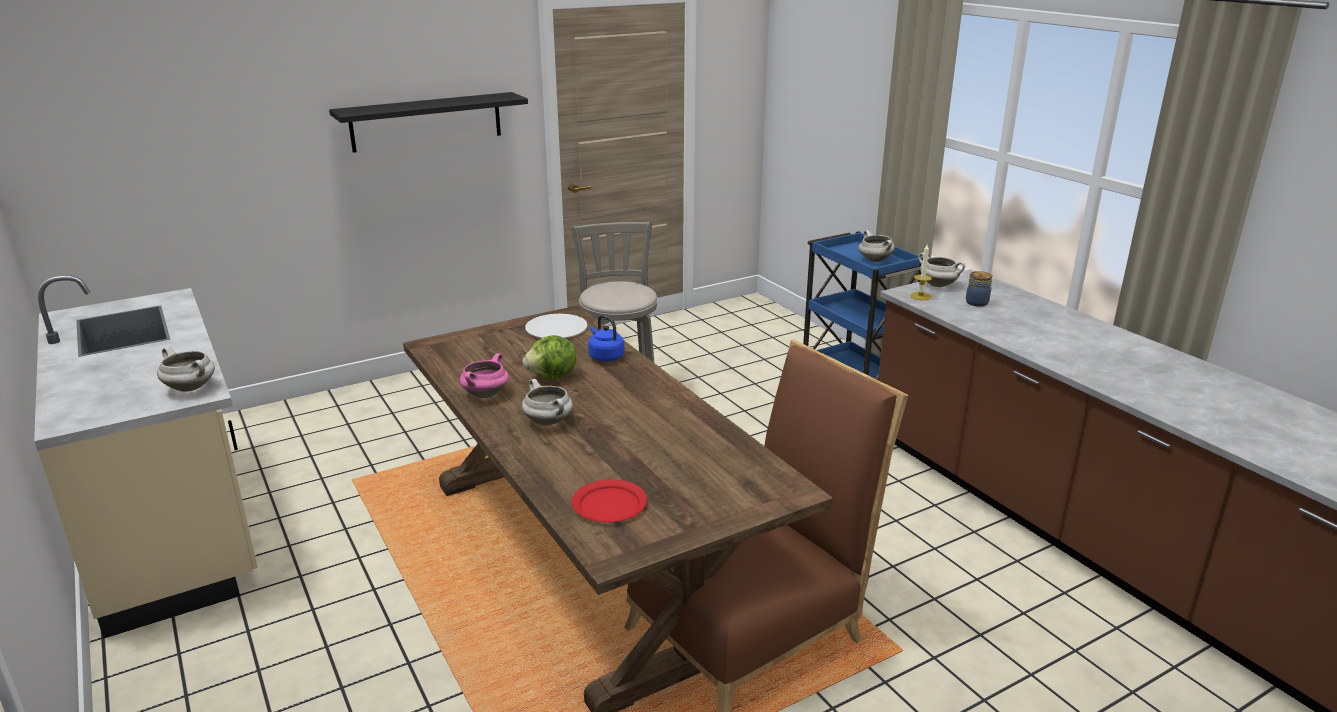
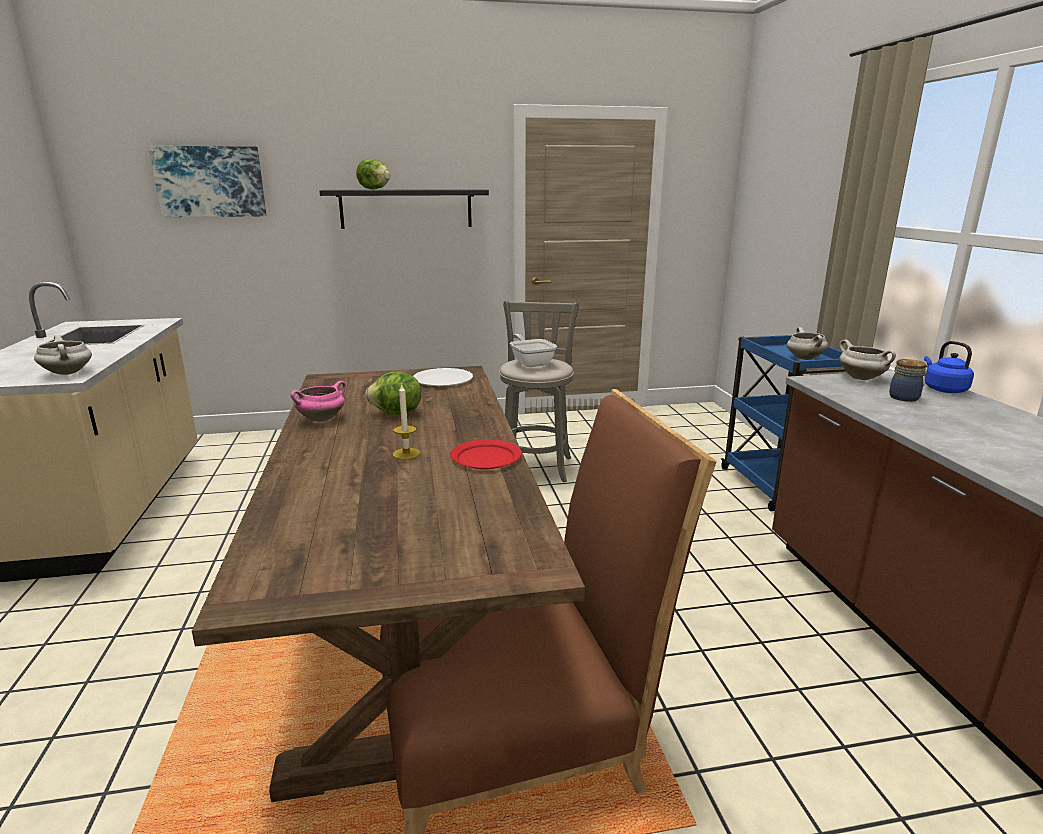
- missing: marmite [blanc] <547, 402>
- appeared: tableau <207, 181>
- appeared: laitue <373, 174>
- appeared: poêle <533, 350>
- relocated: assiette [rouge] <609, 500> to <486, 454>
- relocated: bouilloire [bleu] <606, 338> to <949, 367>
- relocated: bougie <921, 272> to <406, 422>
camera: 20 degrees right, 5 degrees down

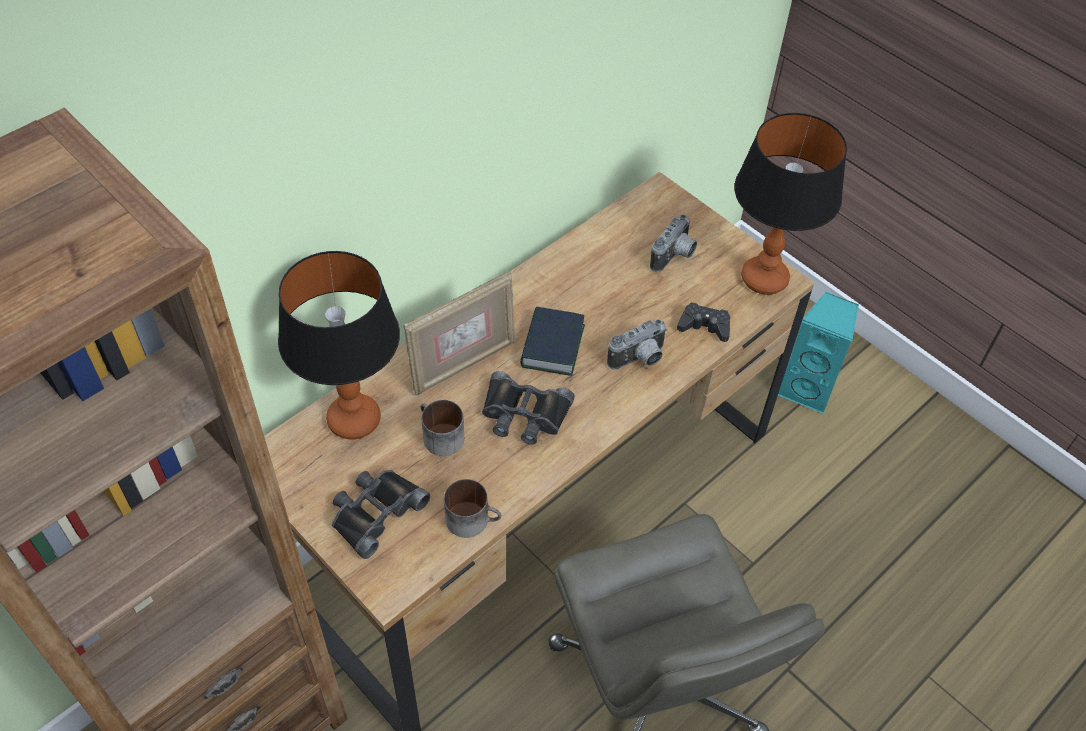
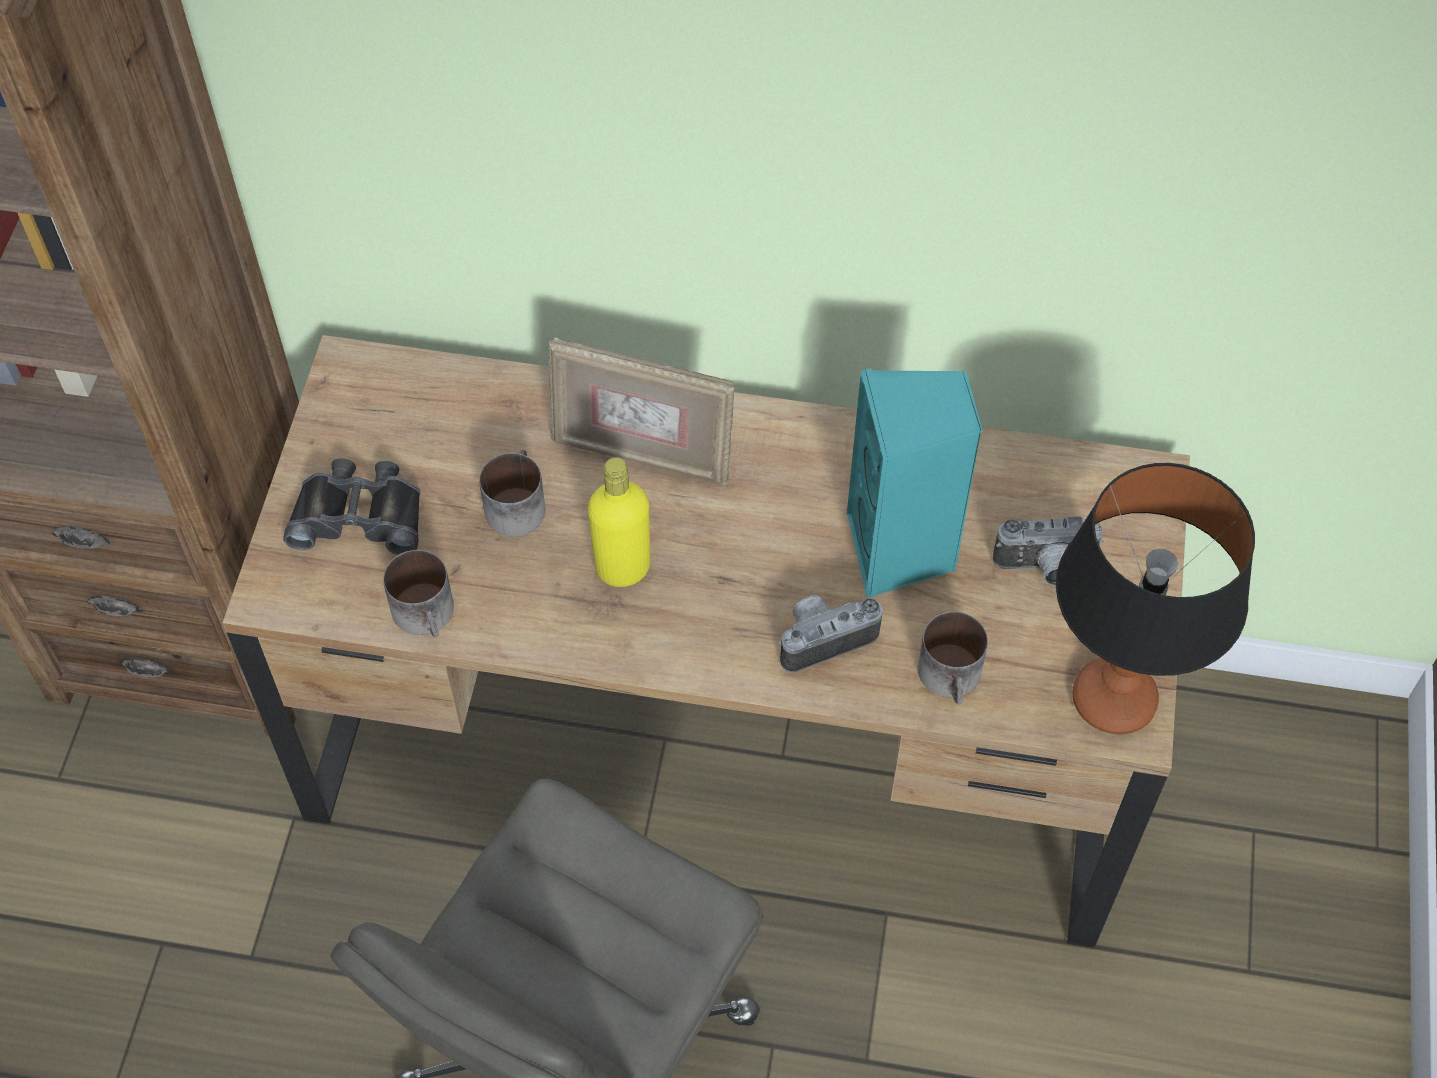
- missing: lampe de table <339, 345>
- missing: livre <552, 341>
- relocated: enceinte [turquoise] <818, 353> to <915, 483>
- exchanged: jumelles [noir] <528, 408> to bouteille [jaune] <619, 522>
- exchanged: manette [noir] <703, 322> to mug <953, 657>
- spun: appareil photo <637, 344> = <830, 633> 135 degrees clockwise
camera: 55 degrees right, 5 degrees up

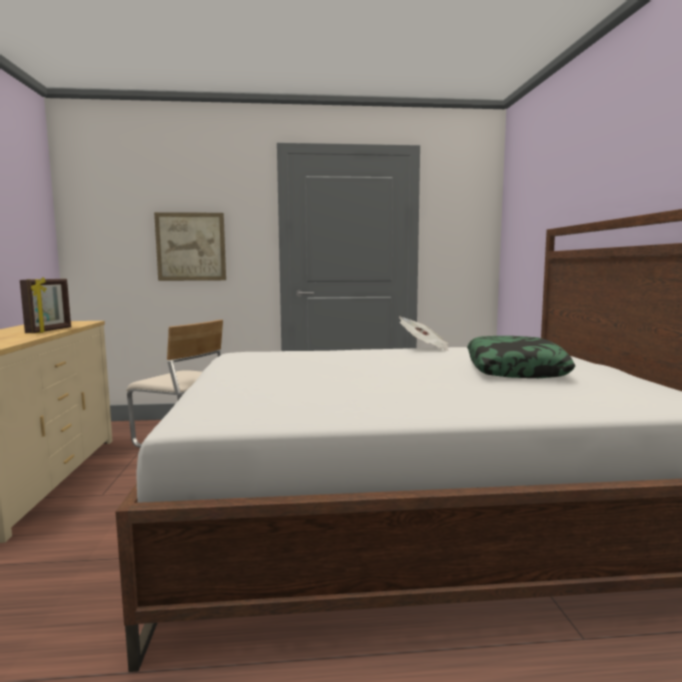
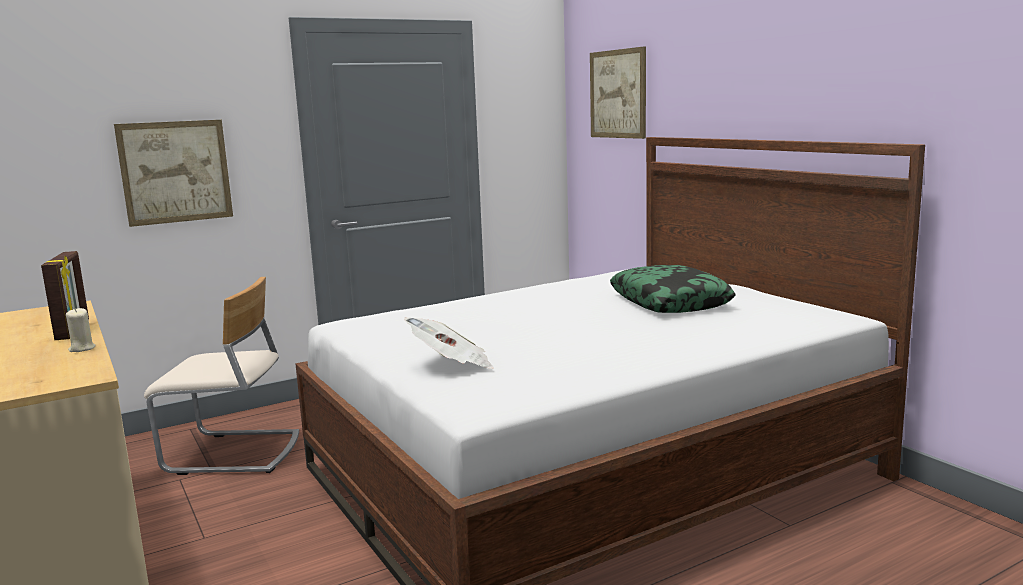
- appeared: bougie [beige] <80, 330>
- appeared: tableau <618, 93>
- relocated: journal <424, 334> to <449, 343>
camera: 25 degrees left, 5 degrees up

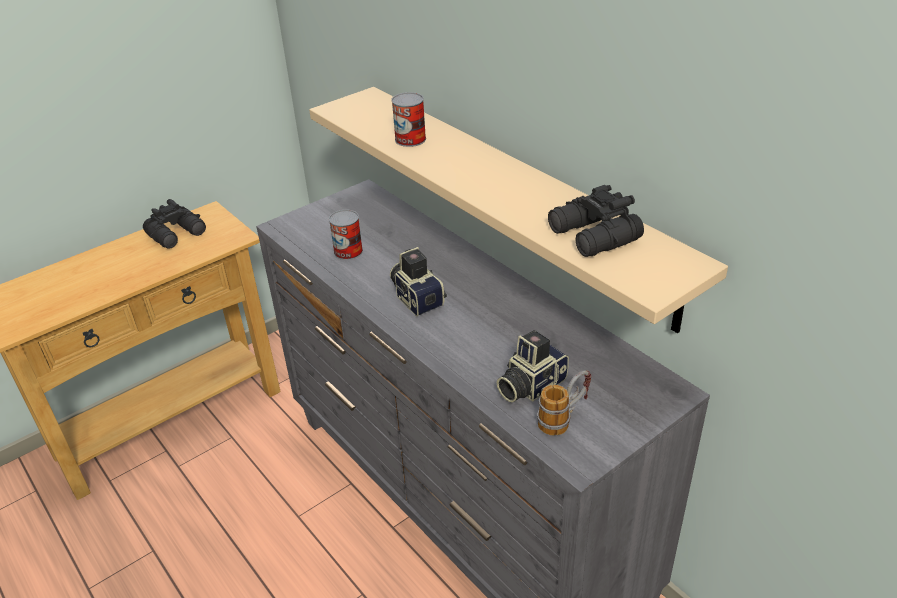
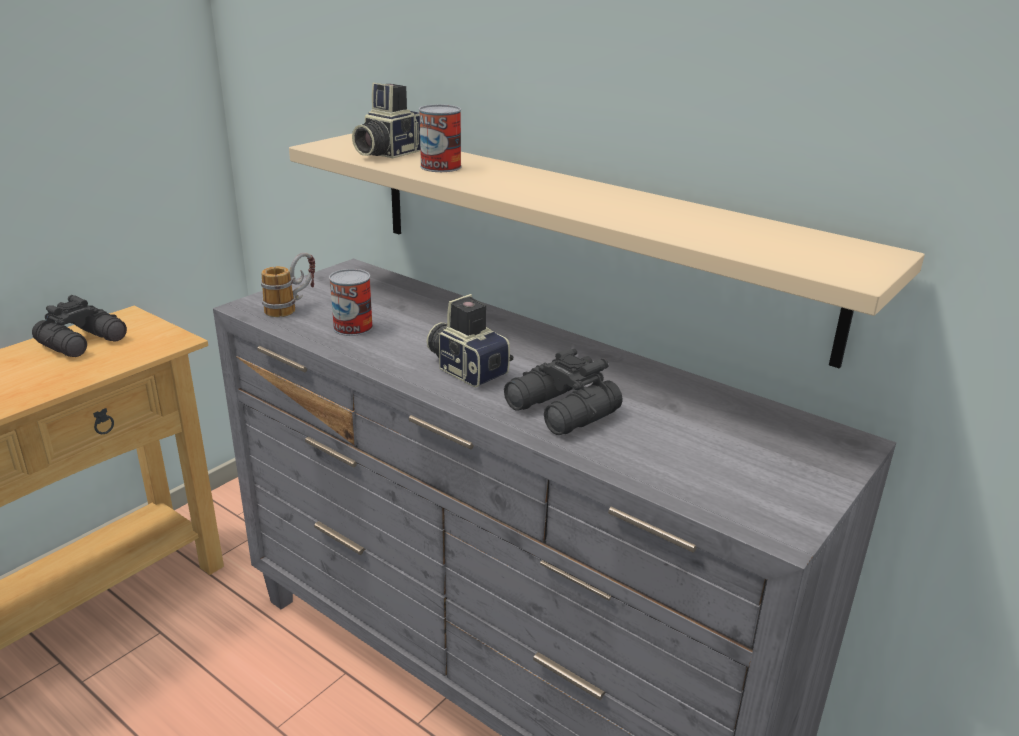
- relocated: appareil photo <533, 366> to <386, 120>
- relocated: mug <564, 403> to <288, 284>
- relocated: jumelles [noir] <596, 221> to <563, 391>
camera: 15 degrees left, 10 degrees down

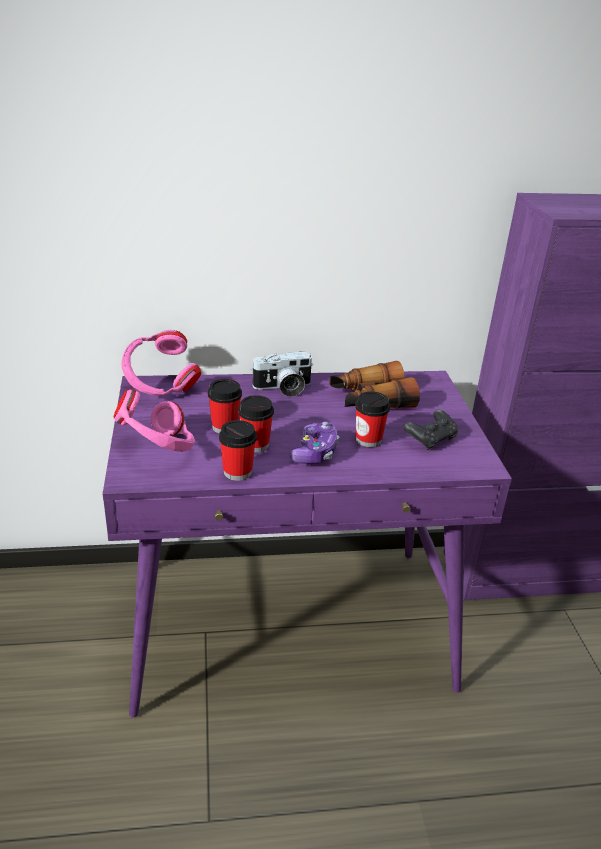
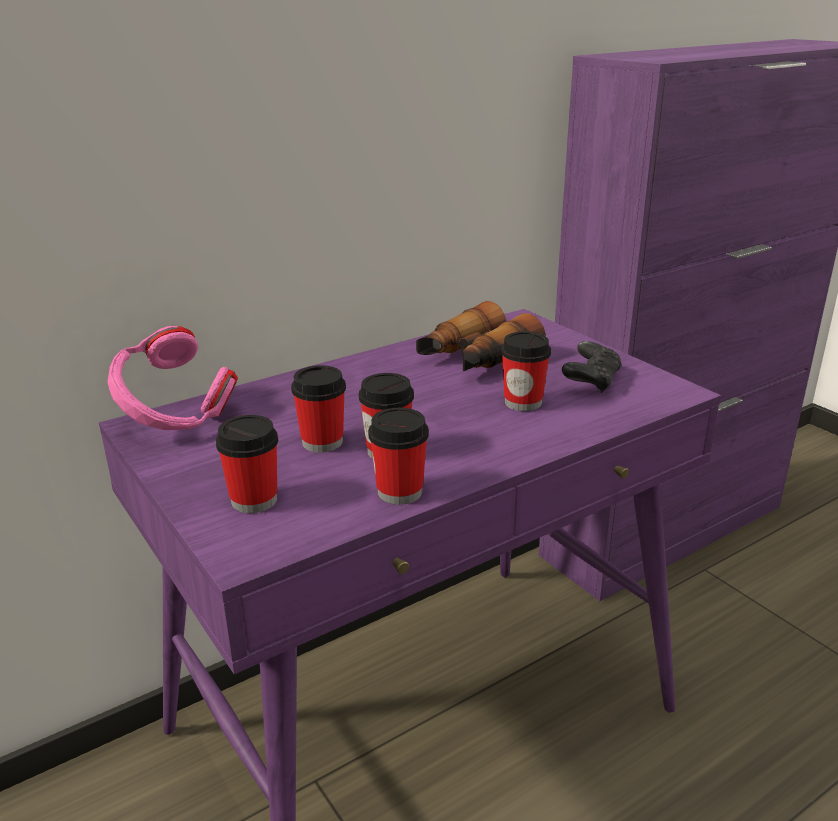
- missing: appareil photo <282, 374>
- missing: manette <314, 443>
- exchanged: casque audio [rose] <154, 420> to tasse <247, 464>
camera: 25 degrees left, 5 degrees down

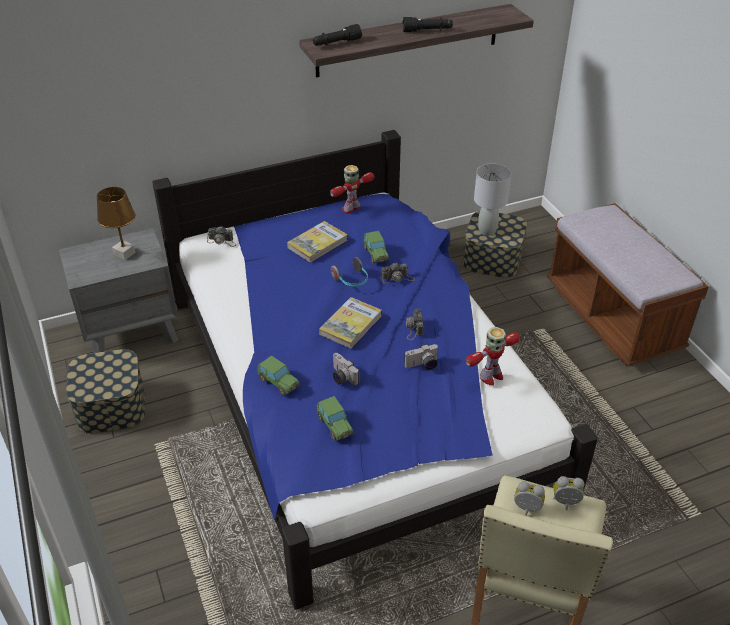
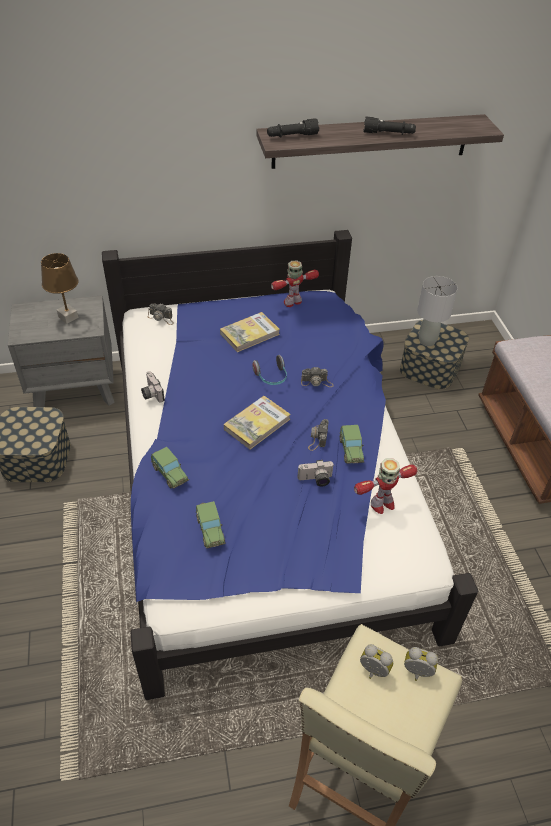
- relocated: appareil photo <346, 369> to <153, 387>
- relocated: petite voiture <376, 247> to <352, 444>
camera: 10 degrees right, 5 degrees up

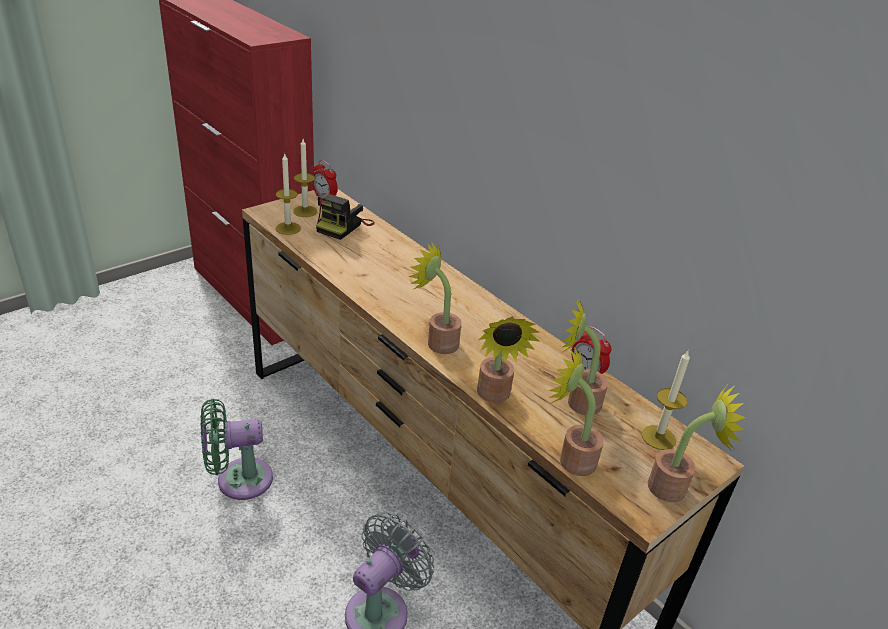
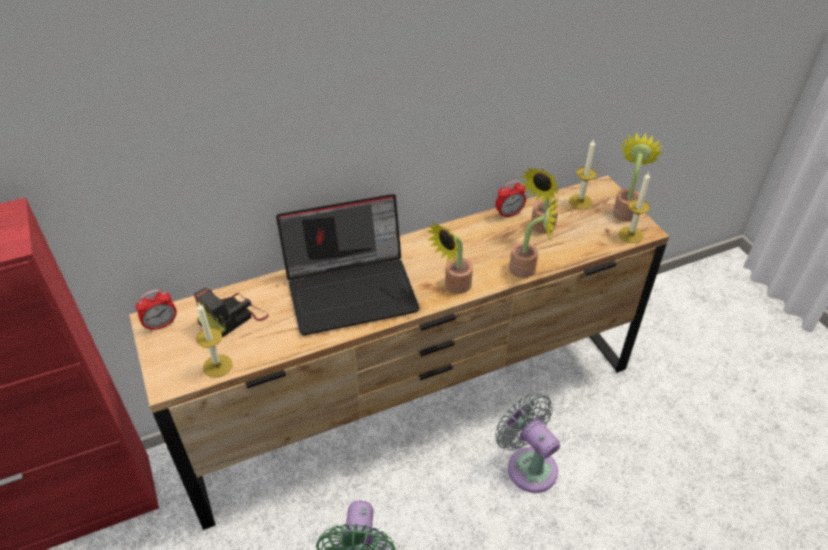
- missing: plante en pot <576, 411>
- appeared: ordinateur portable <348, 264>
- relocated: bougie <305, 178> to <634, 207>
- spun: appareil photo <345, 216> = <231, 312> 90 degrees clockwise
camera: 70 degrees left, 10 degrees up

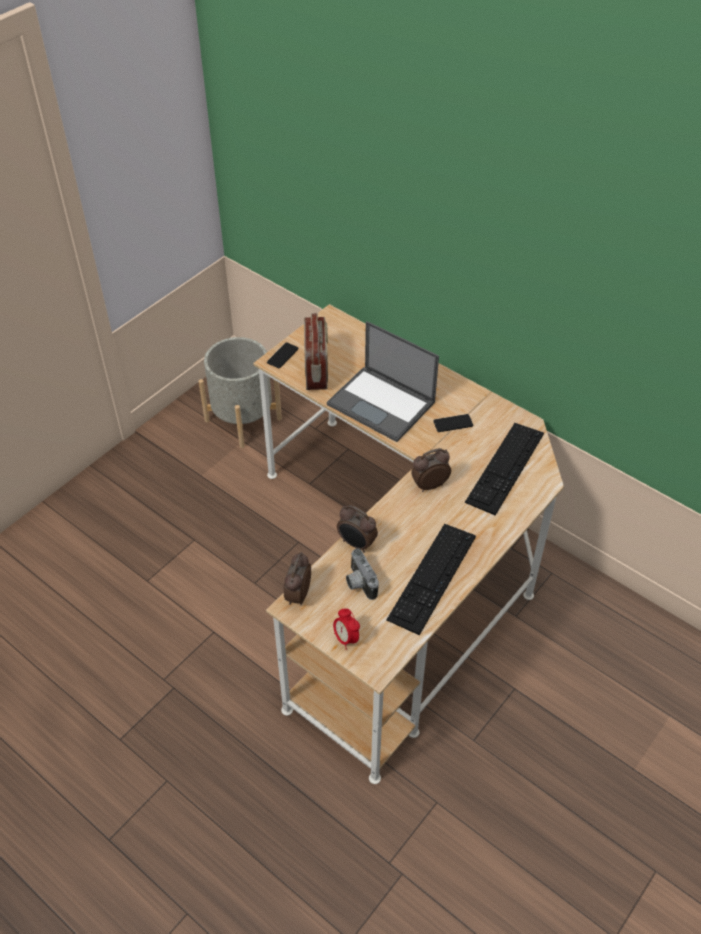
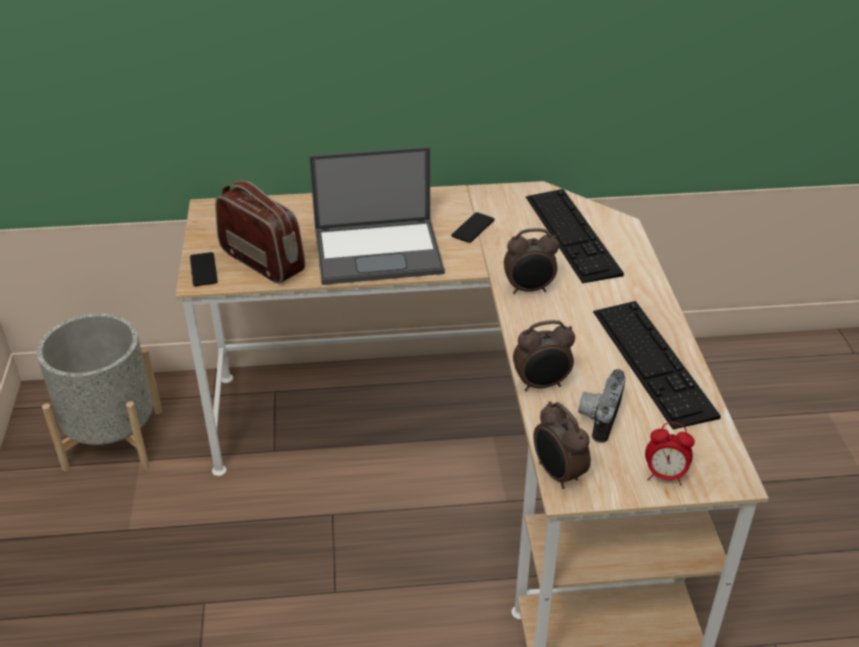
- spun: appareil photo <362, 574> = <602, 406> 90 degrees clockwise
- spun: réveil <431, 470> = <531, 261> 120 degrees counterclockwise
camera: 45 degrees left, 10 degrees down

